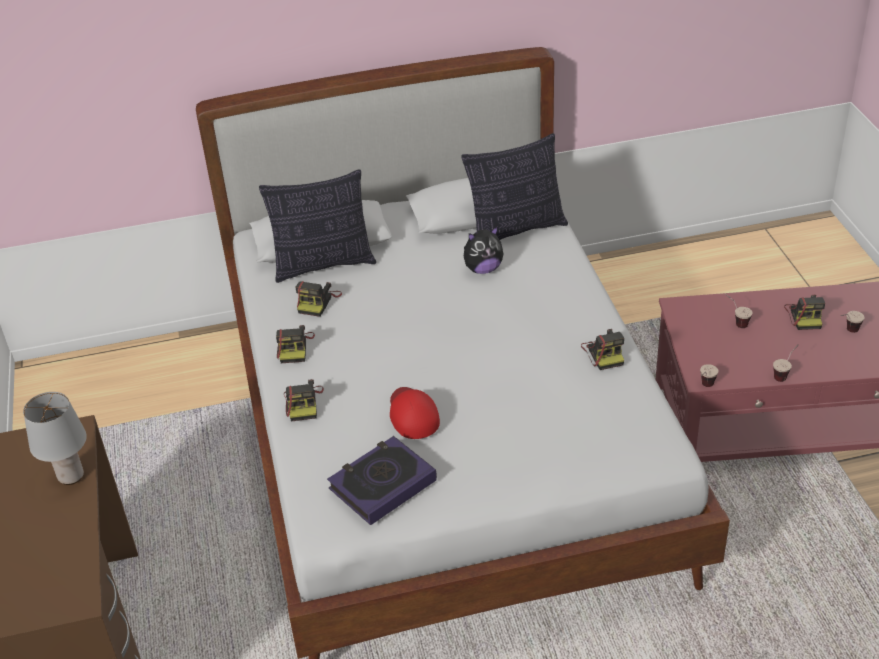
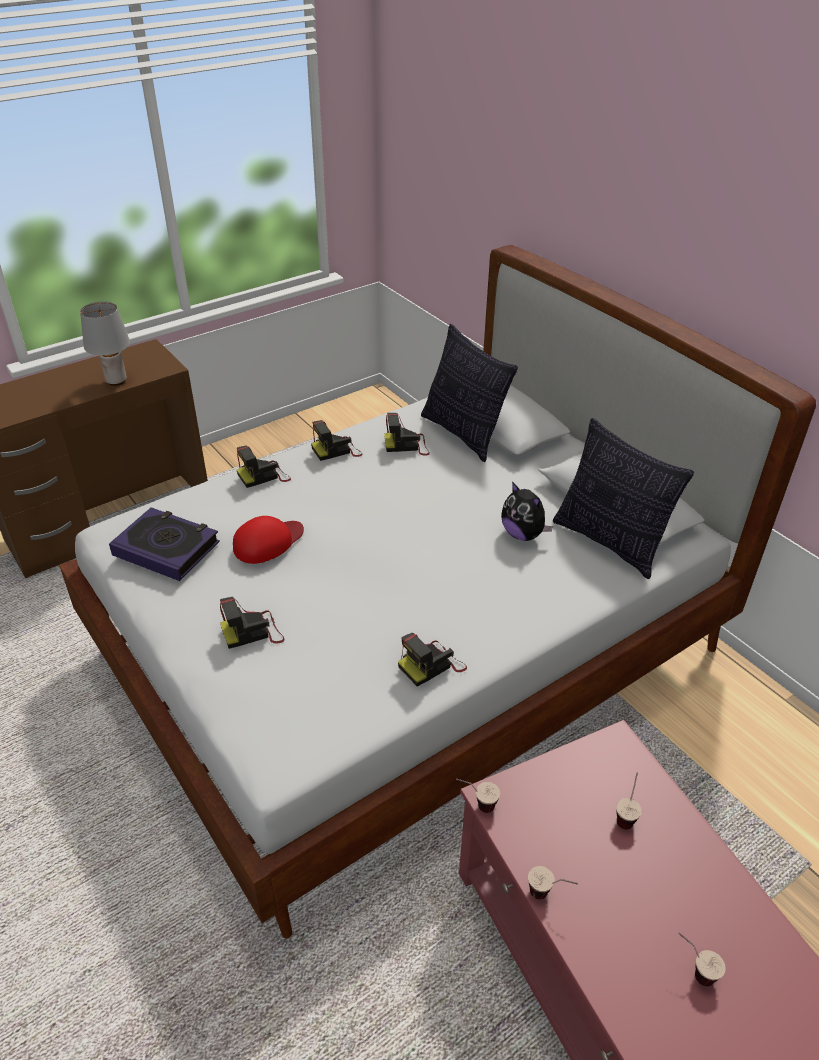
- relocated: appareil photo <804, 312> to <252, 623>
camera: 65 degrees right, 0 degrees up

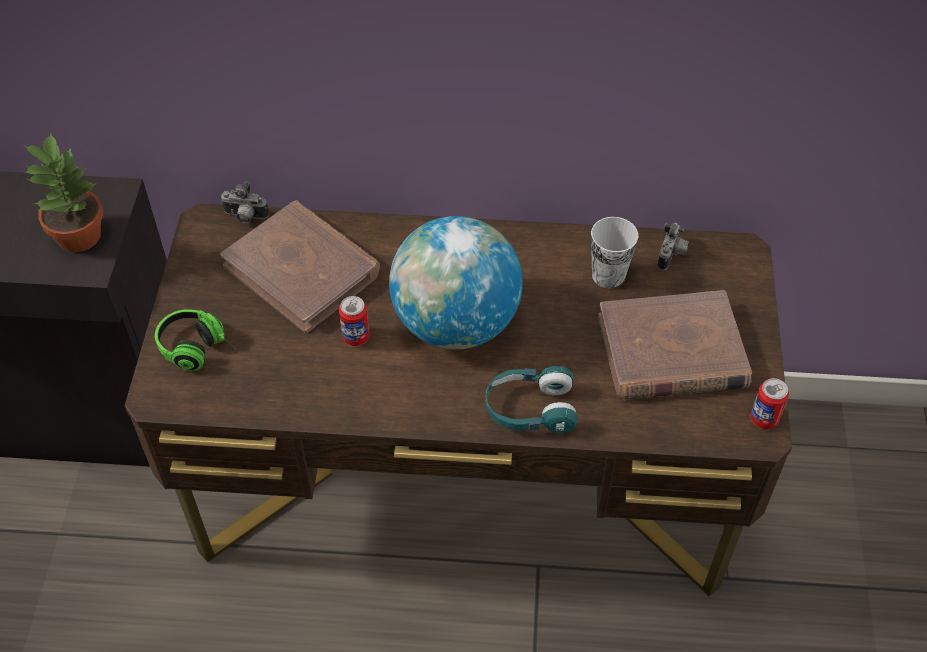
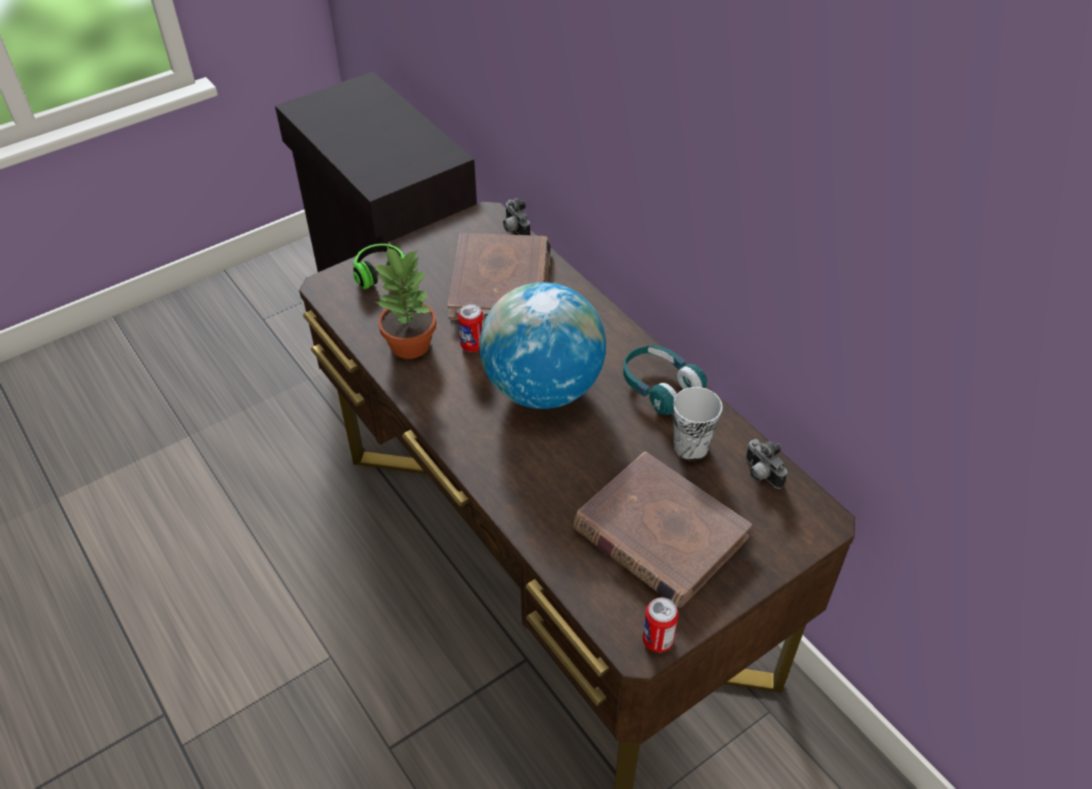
- relocated: plante en pot <63, 192> to <405, 302>
- relocated: casque audio [turquoise] <532, 399> to <665, 380>
- spun: appareil photo <673, 246> = <766, 464> 75 degrees clockwise
camera: 50 degrees right, 5 degrees down

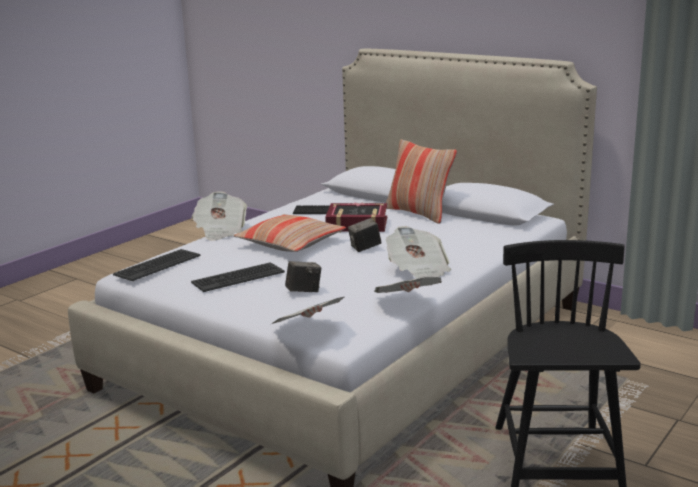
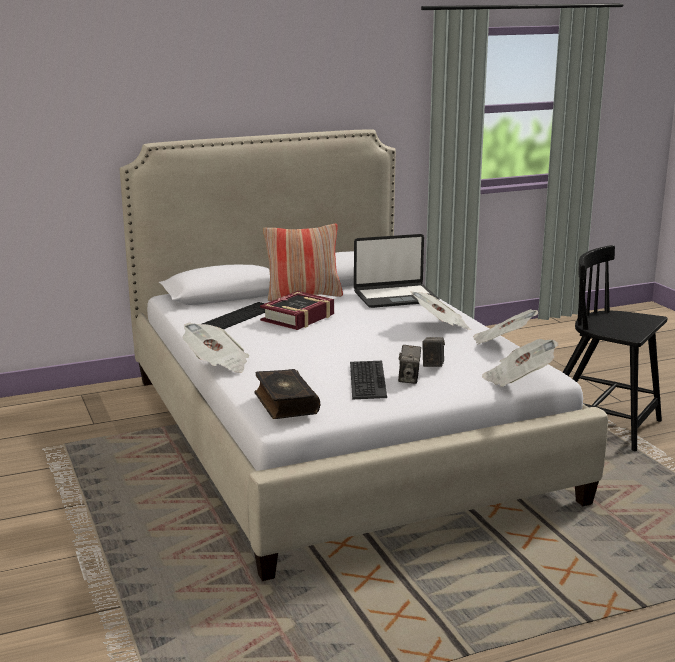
- missing: coussin <289, 233>
- appeared: ordinateur portable <396, 271>
- relocated: appareil photo <364, 235> to <409, 364>
- exchanged: clavier <157, 265> to livre <287, 394>
camera: 60 degrees left, 0 degrees up

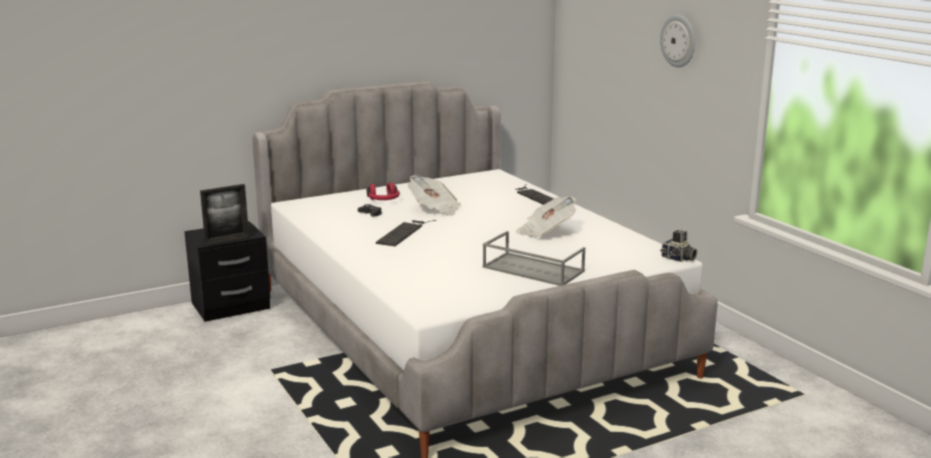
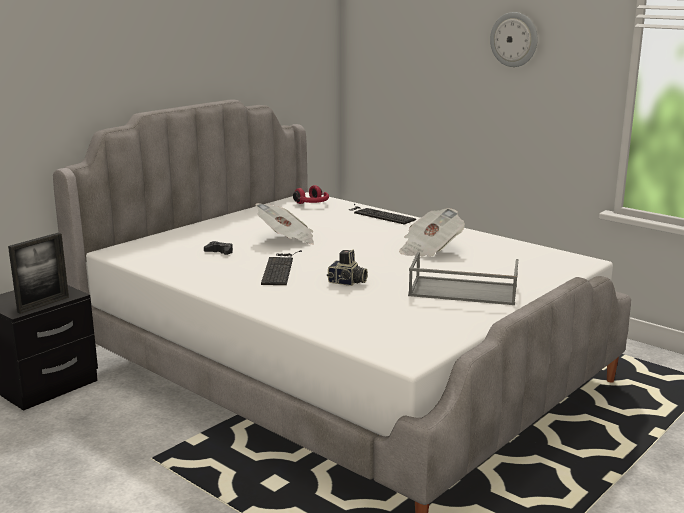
- relocated: casque audio [rouge] <383, 191> to <311, 194>
- relocated: appareil photo <678, 246> to <347, 267>
camera: 20 degrees left, 0 degrees up

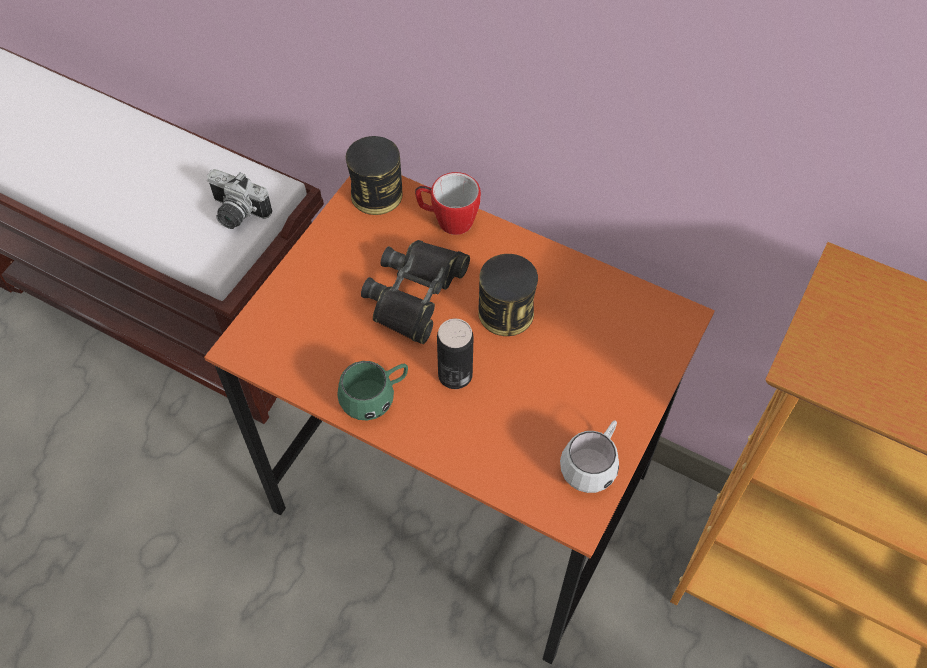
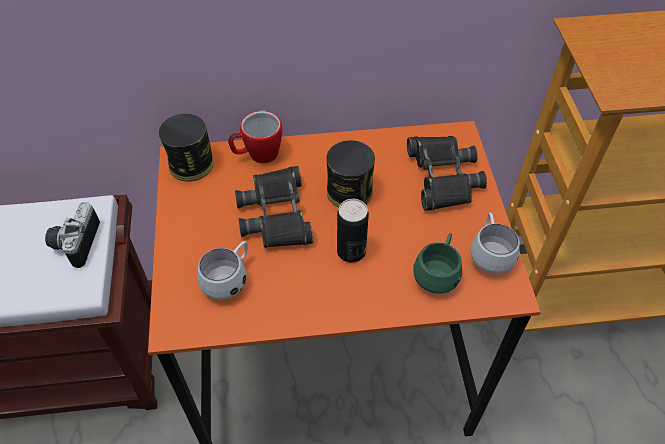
- appeared: mug [blanc] <222, 270>
- appeared: jumelles [noir] <447, 173>
- relocated: mug [vert] <372, 390> to <437, 263>
- spun: appareil photo <239, 199> = <72, 235> 105 degrees clockwise
camera: 35 degrees left, 5 degrees down

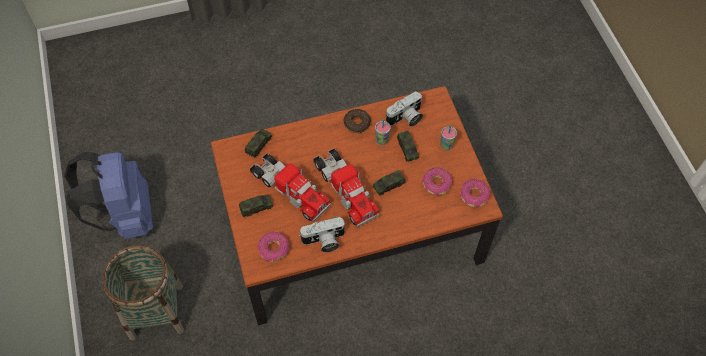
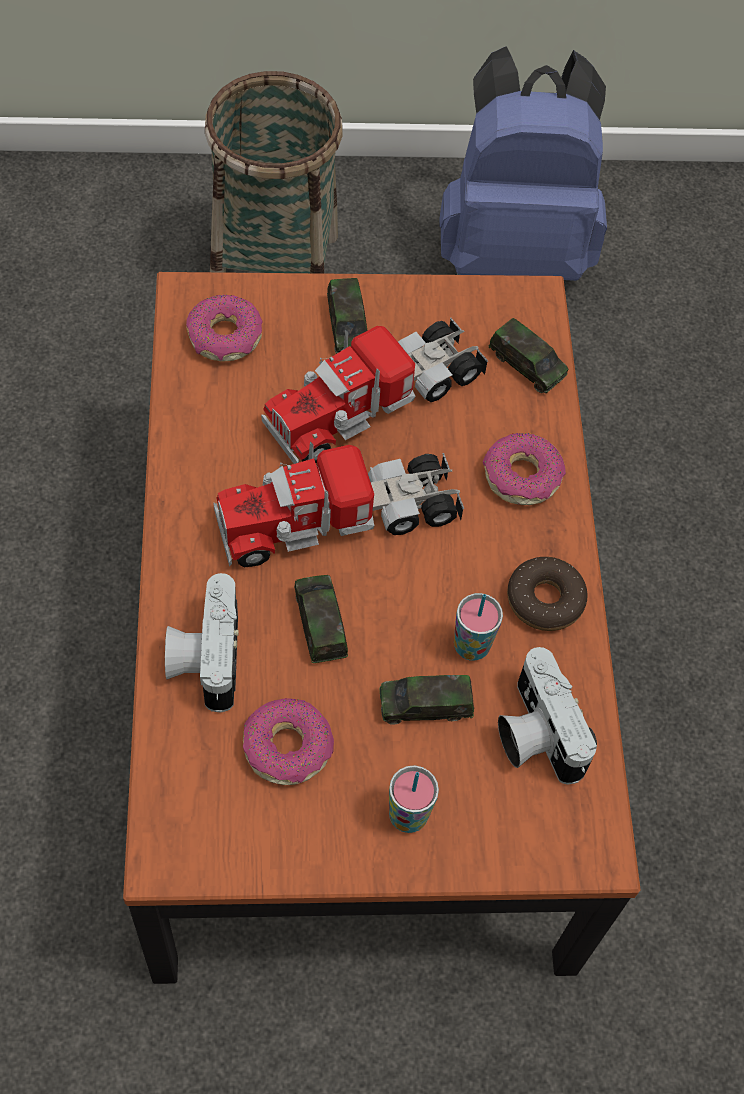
- relocated: appareil photo <322, 235> to <201, 643>
- relocated: beignet <475, 193> to <524, 469>
camera: 100 degrees right, 0 degrees up

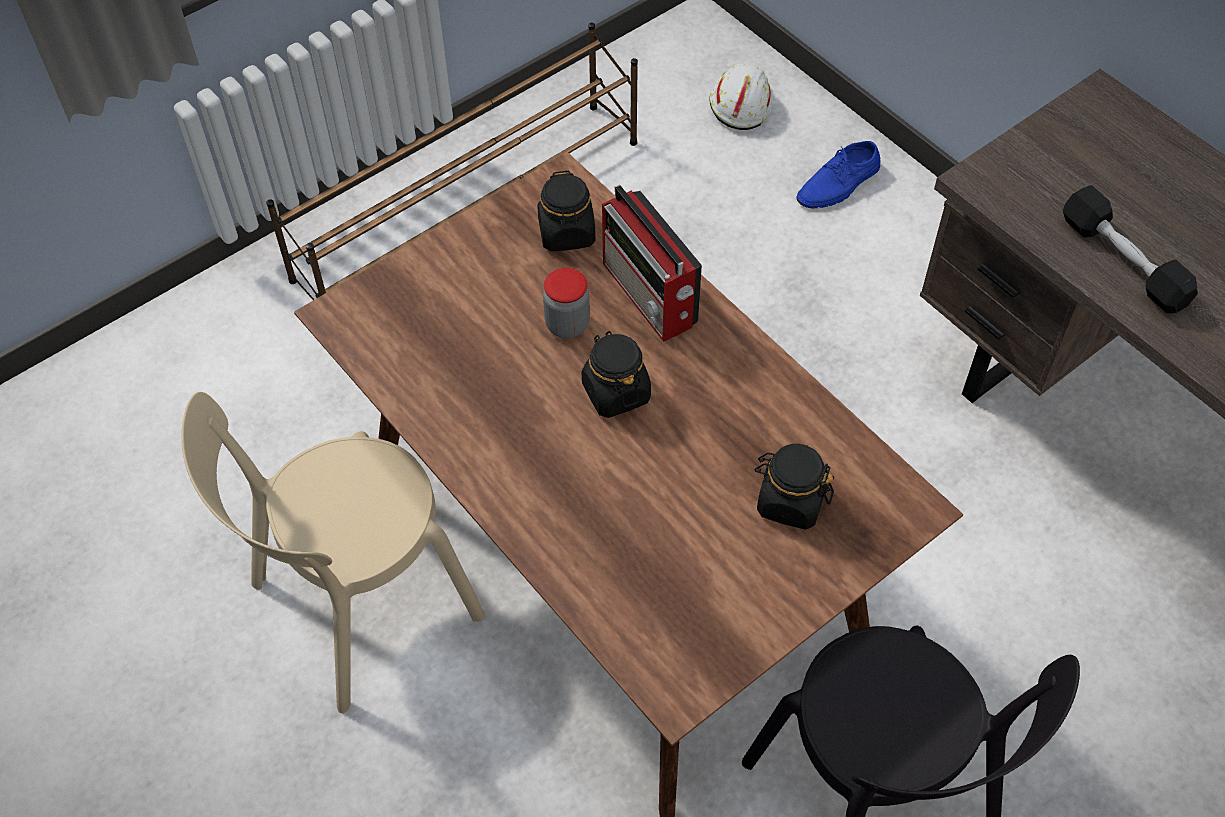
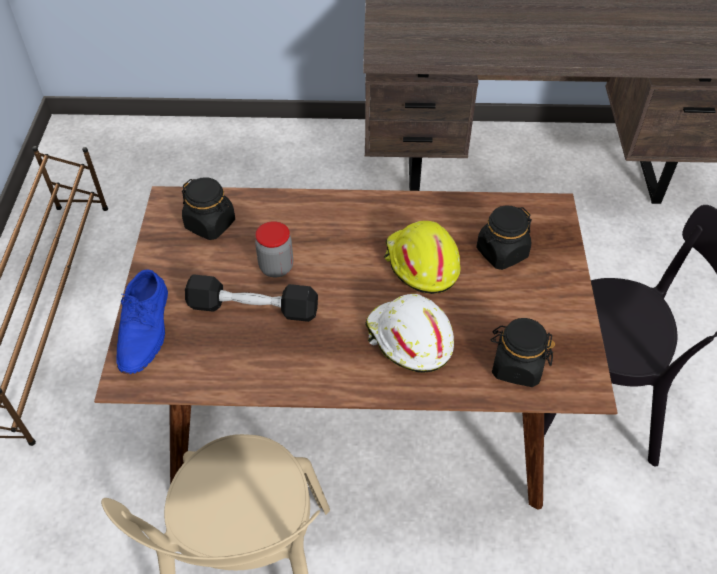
- missing: radio <652, 263>
- appeared: casque de chantier [jaune] <422, 257>
- relocated: bocal [noir] <616, 374> to <523, 352>
- relocated: casque de chantier [blanc] <740, 97> to <409, 333>
- relocated: chaussure [bleu] <839, 174> to <142, 321>
- relocated: haltère [noir] <1130, 249> to <251, 298>
camera: 50 degrees left, 5 degrees down

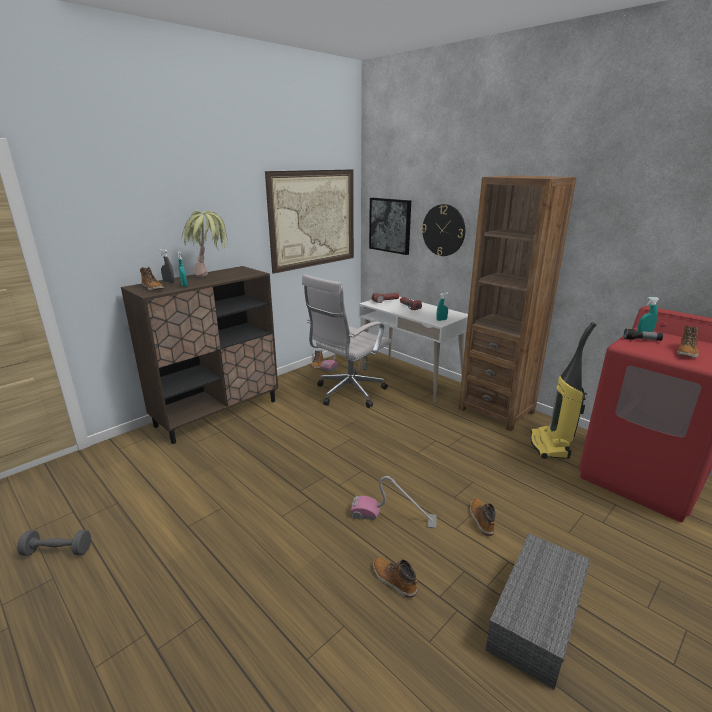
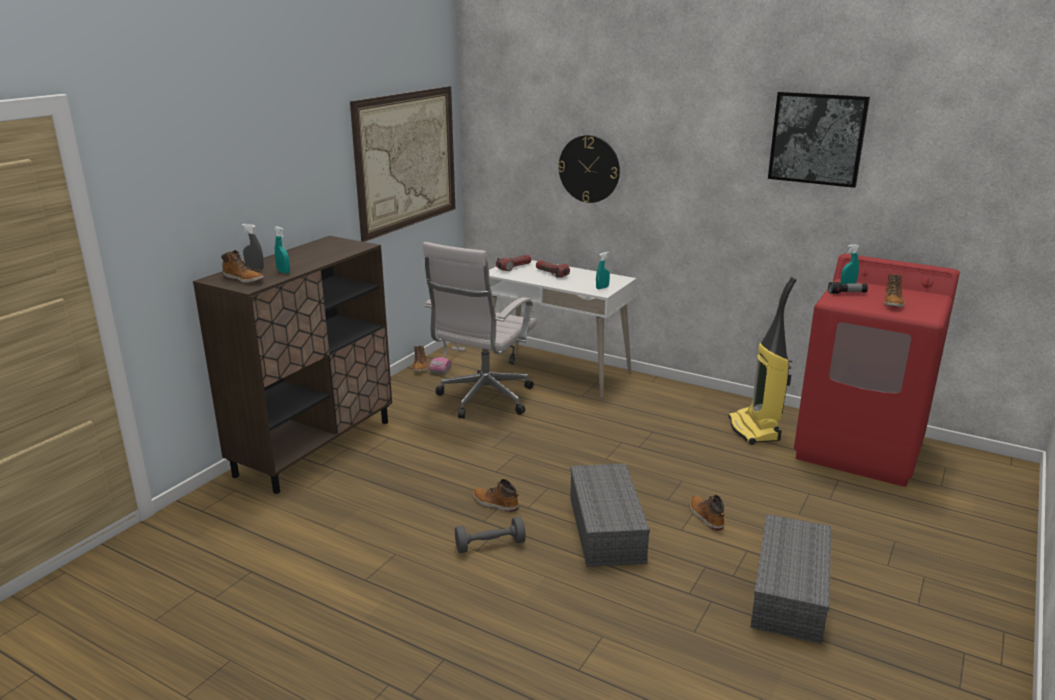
- missing: plante en pot <204, 244>
- missing: bibliothèque [marron] <517, 303>
- relocated: haltère [gris] <54, 543> to <490, 535>
- relocated: tableau <390, 226> to <819, 139>
- relocated: botte <395, 578> to <496, 495>
- exchanged: aspirateur <393, 502> to boîte de rangement [gris] <610, 515>
camera: 15 degrees left, 0 degrees up

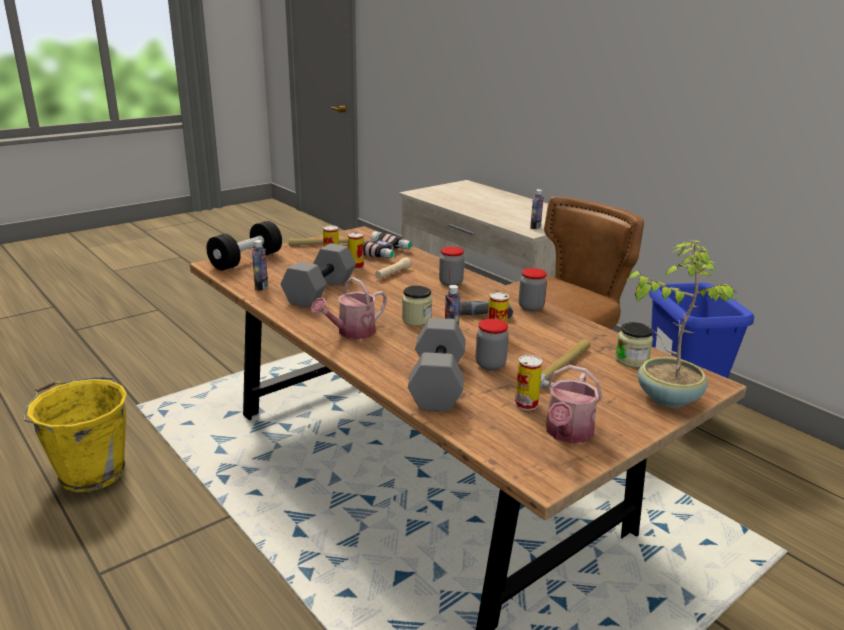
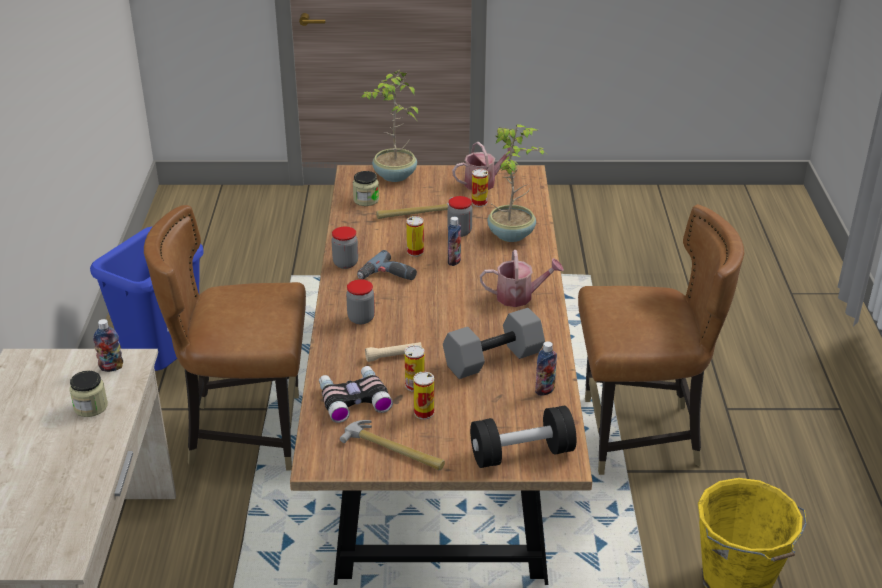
- appeared: chaise [marron] <661, 339>
- relocated: bocal <417, 306> to <88, 394>
- exchanged: haltère [gris] <437, 364> to plante en pot <517, 183>
camera: 140 degrees left, 10 degrees up

